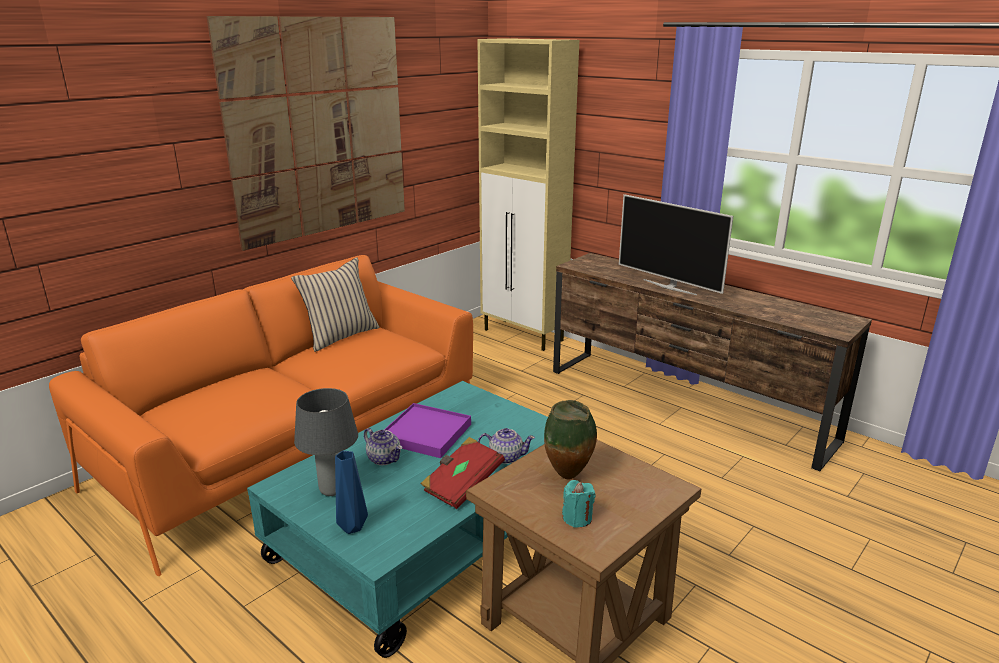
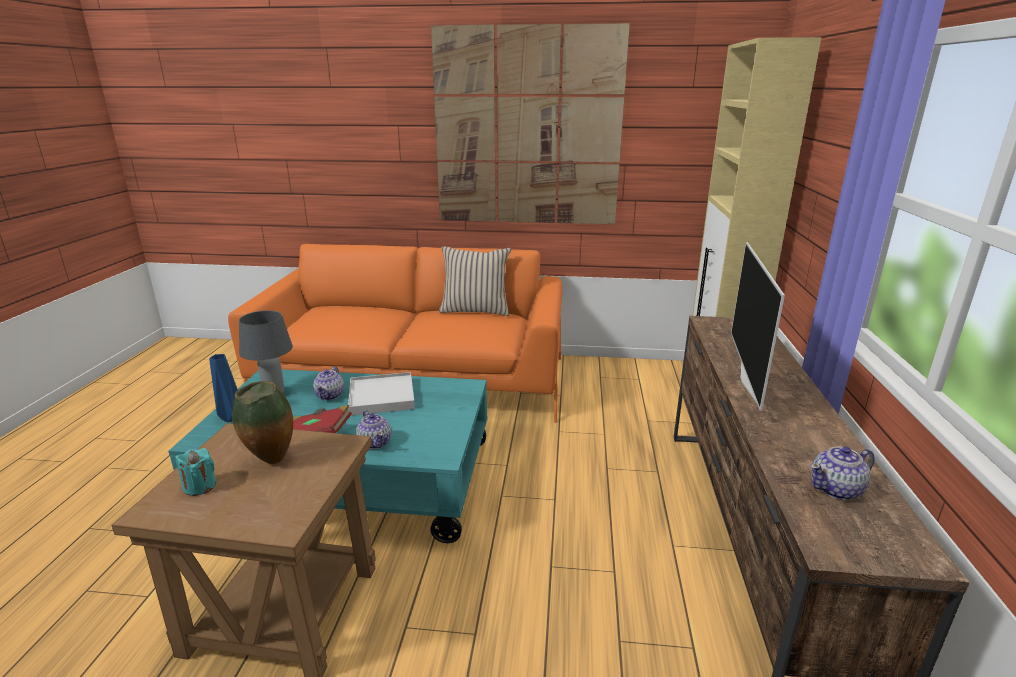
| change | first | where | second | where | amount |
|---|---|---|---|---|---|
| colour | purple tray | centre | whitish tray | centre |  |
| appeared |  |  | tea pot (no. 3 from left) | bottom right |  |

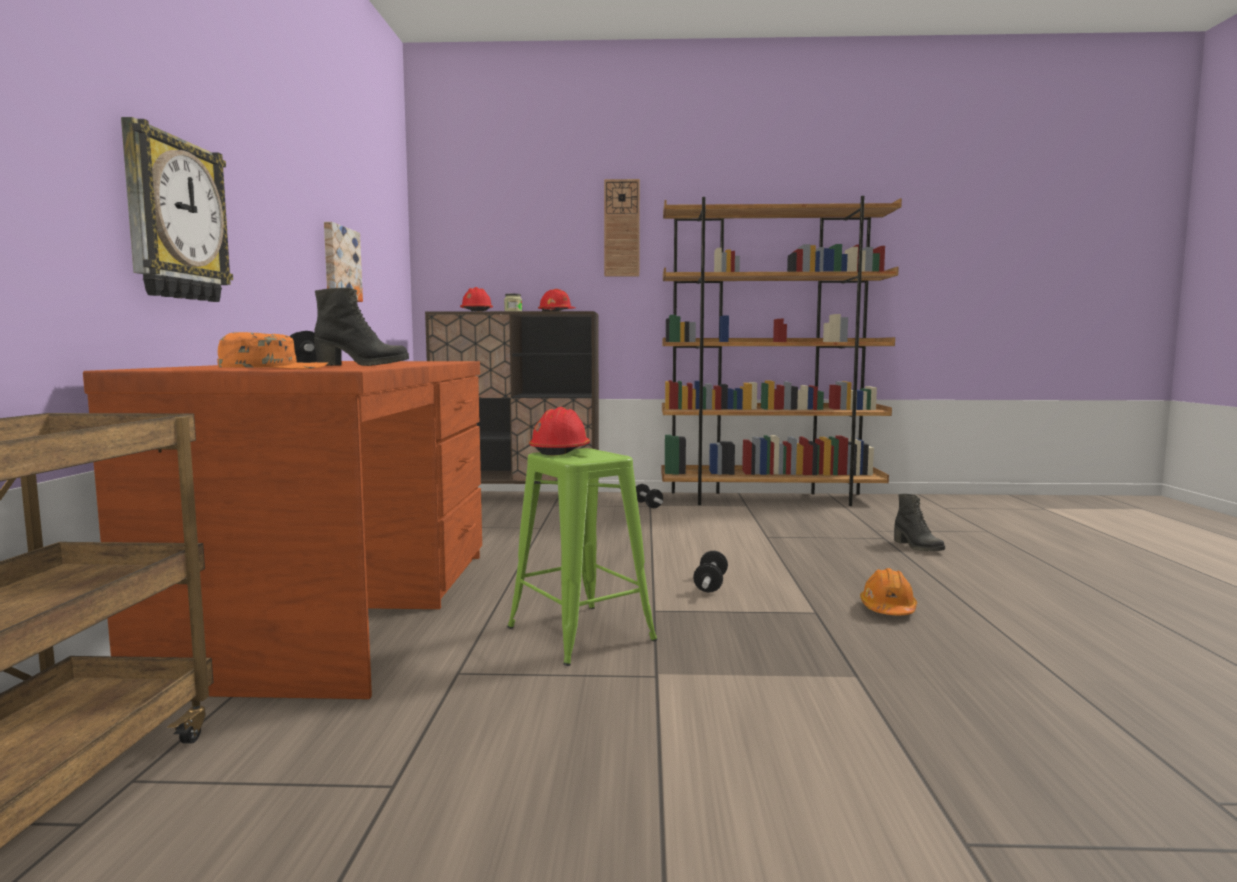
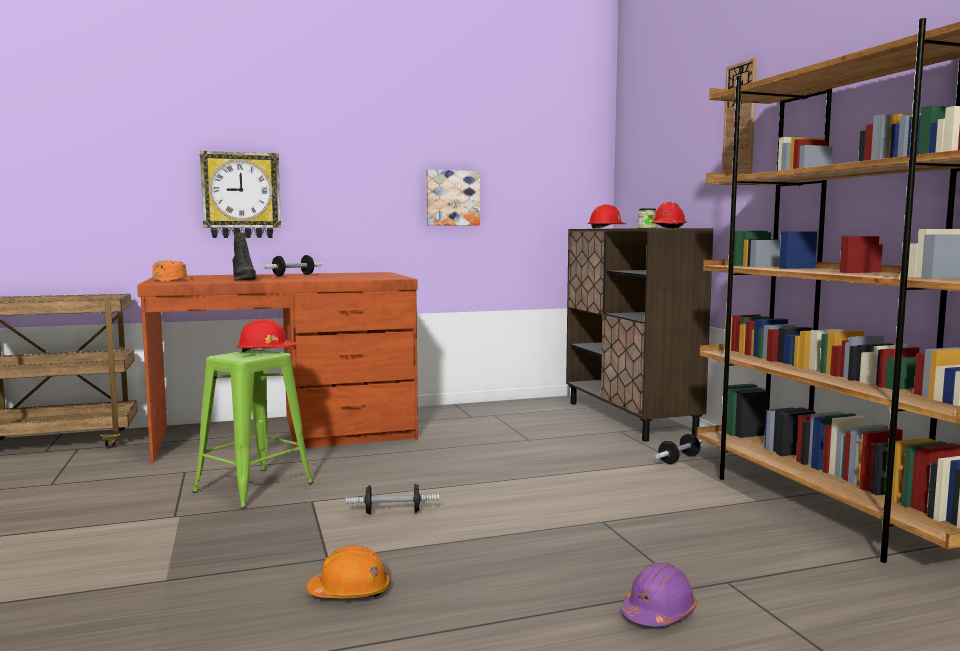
| change | first | where | second | where | amount |
|---|---|---|---|---|---|
| exchanged | black-coloured tall boot (no. 2 from left) | middle right | purple hard hat | bottom right |  |

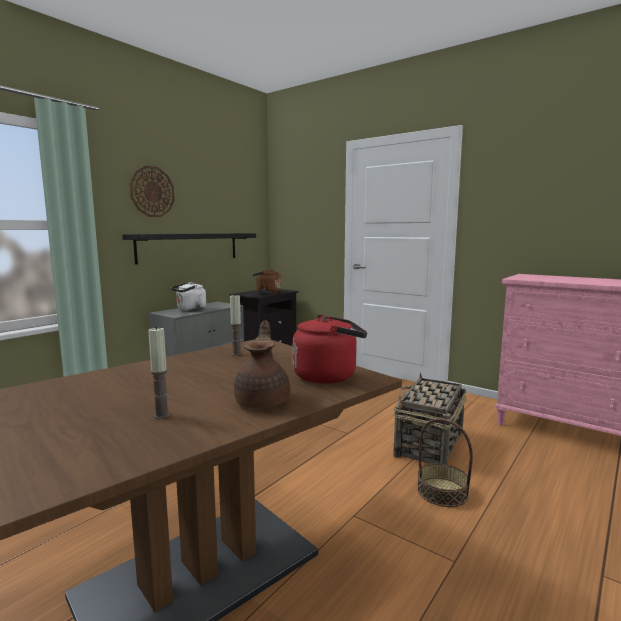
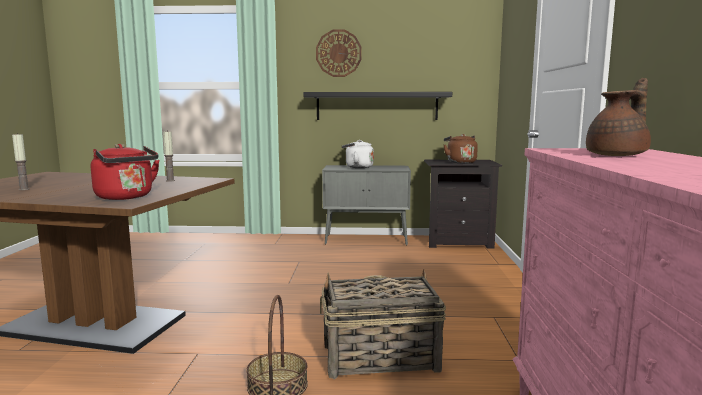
| change | first | where | second | where | amount |
|---|---|---|---|---|---|
| relocated | brownish tea pot | centre |  | top right |  |

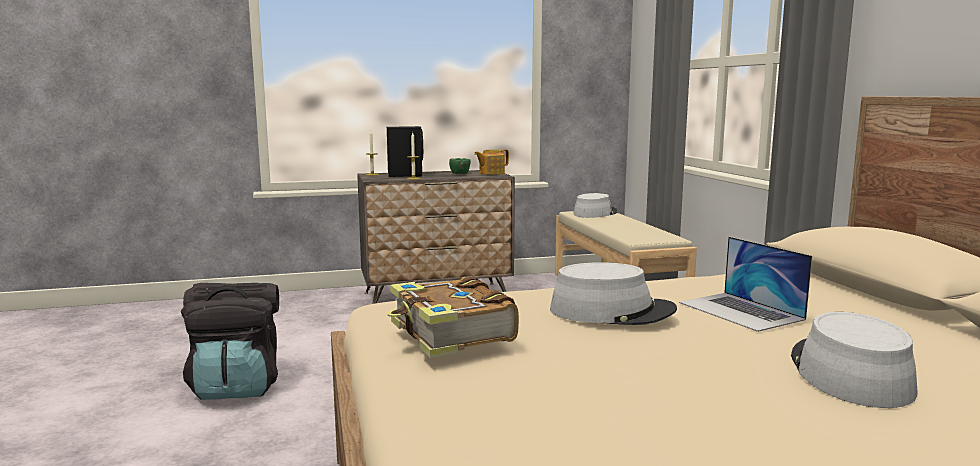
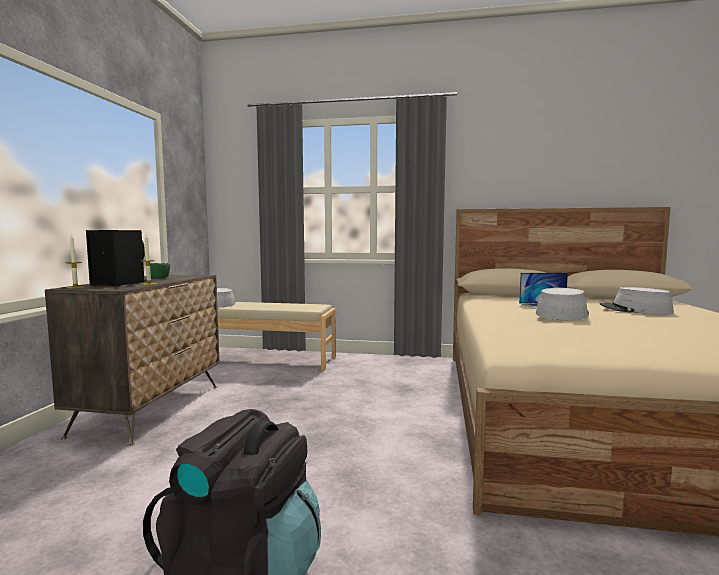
| change | first | where | second | where | amount |
|---|---|---|---|---|---|
| missing | book | bottom centre |  |  |  |
| missing | tea pot | centre |  |  |  |

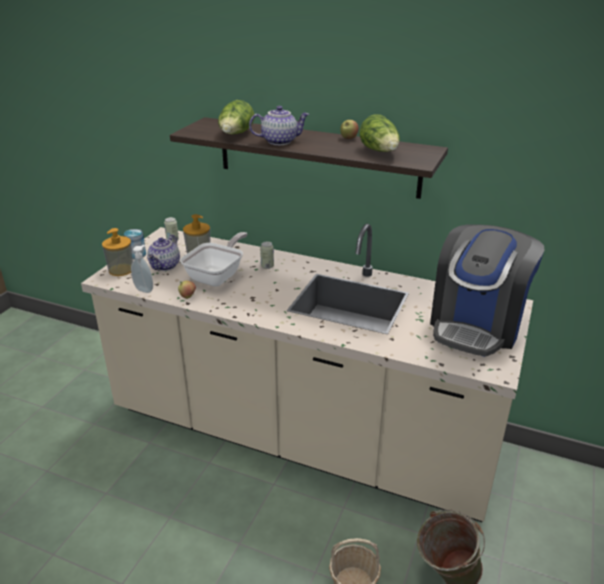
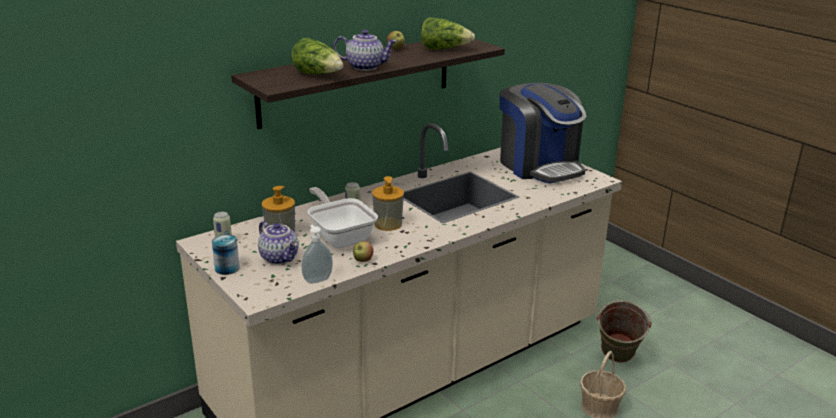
| change | first | where | second | where | amount |
|---|---|---|---|---|---|
| relocated | soap bottle (no. 1 from left in the first image) | middle left | soap bottle (no. 3 from left) | centre |  |
| spun | tea pot (no. 2 from left) | top centre |  | top centre | 75 degrees clockwise |

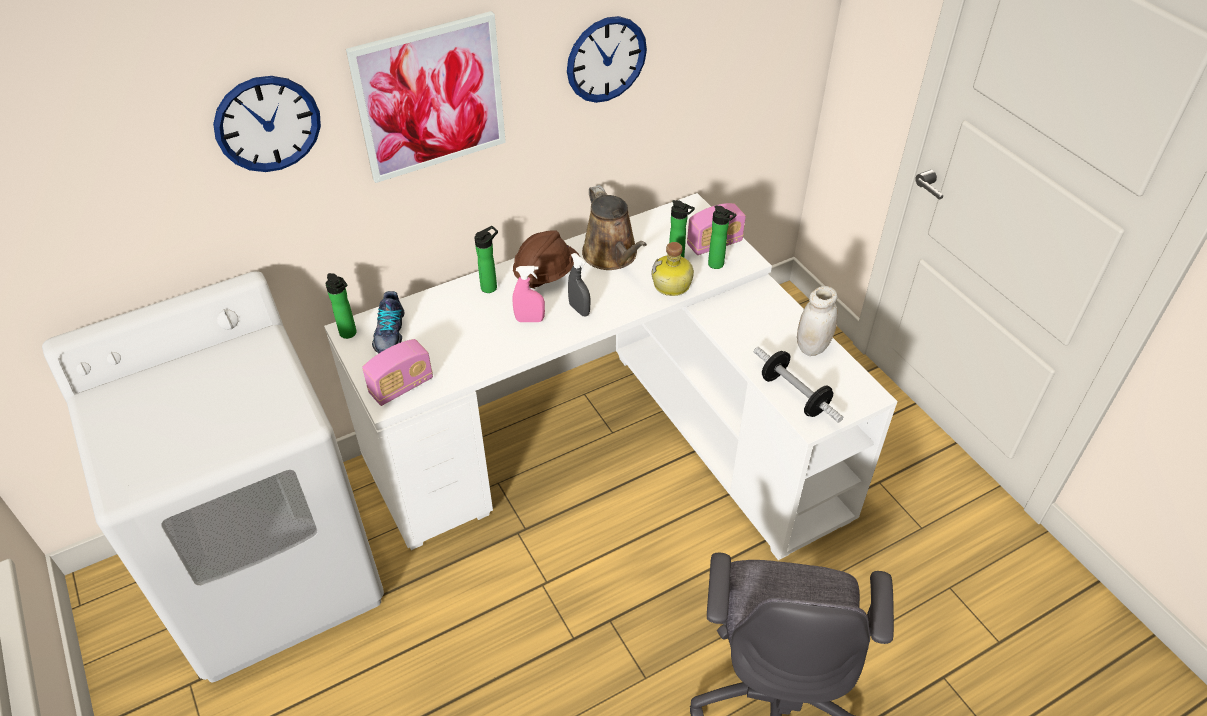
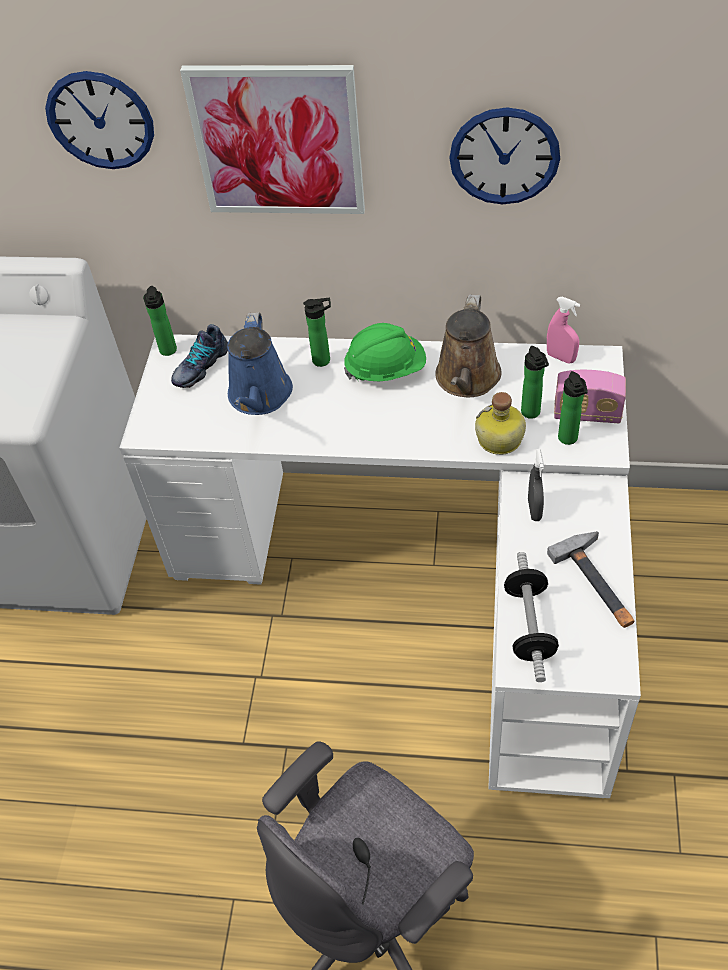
| change | first | where | second | where | amount |
|---|---|---|---|---|---|
| missing | radio (no. 1 from left) | middle left |  |  |  |
| relocated | pinkish spray bottle | centre |  | middle right |  |
| colour | brownish hard hat | centre | green hard hat | centre |  |
| relocated | greyish spray bottle | centre |  | middle right |  |
| exchanged | whitish storage jar | middle right | hand hammer | middle right |  |
| appeared |  |  | blue-coloured sprinkling can | centre |  |

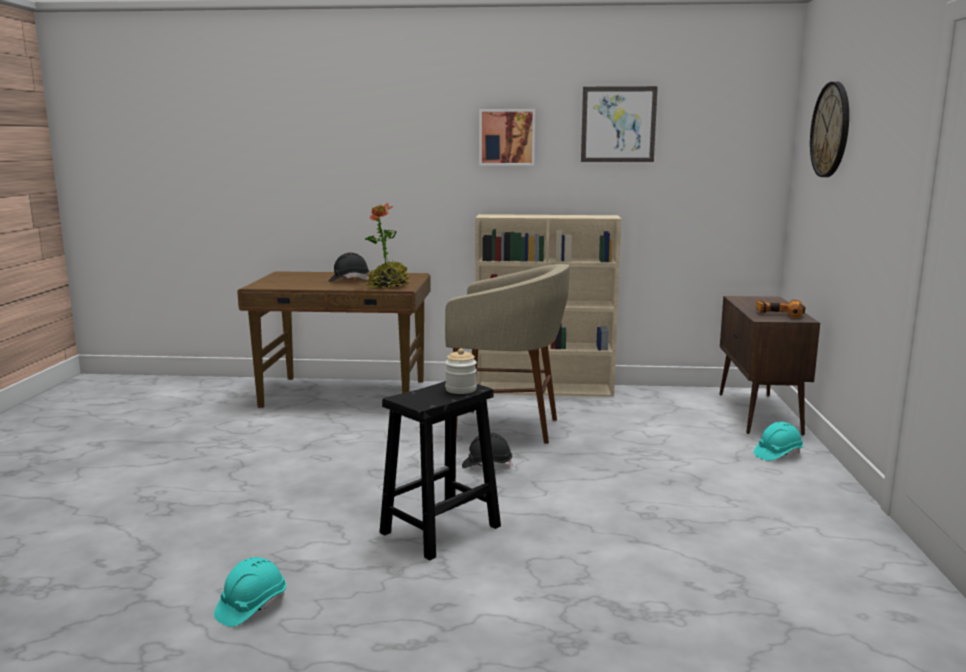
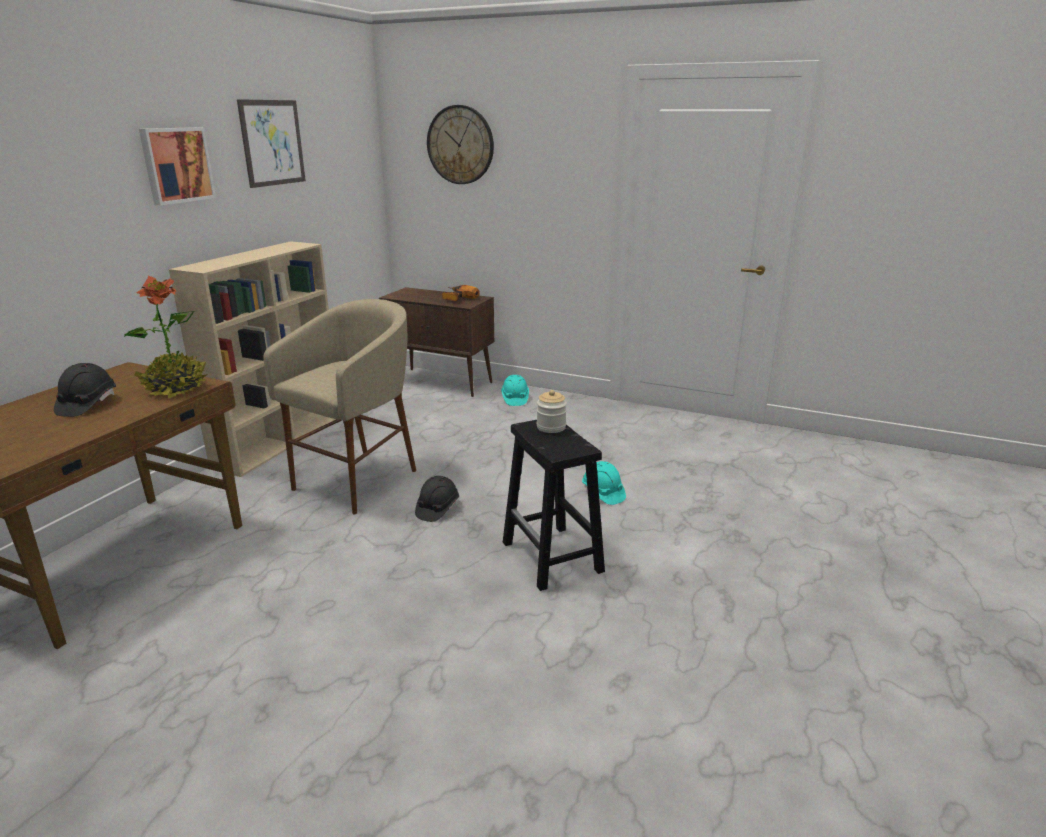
| change | first | where | second | where | amount |
|---|---|---|---|---|---|
| relocated | turquoise hard hat (no. 1 from left in the first image) | bottom left | turquoise hard hat (no. 2 from left) | centre |  |

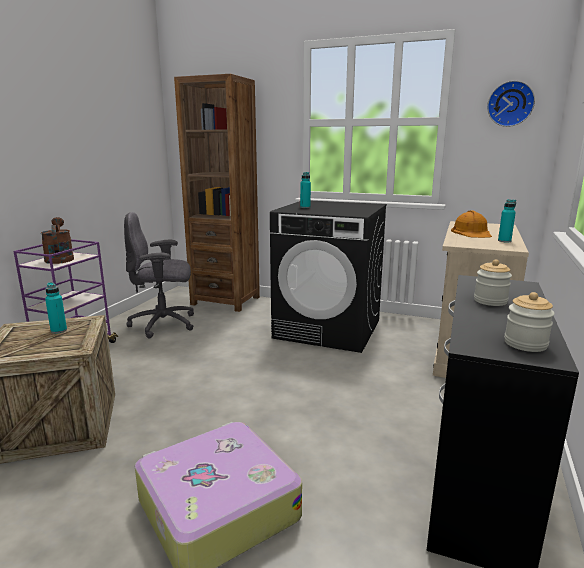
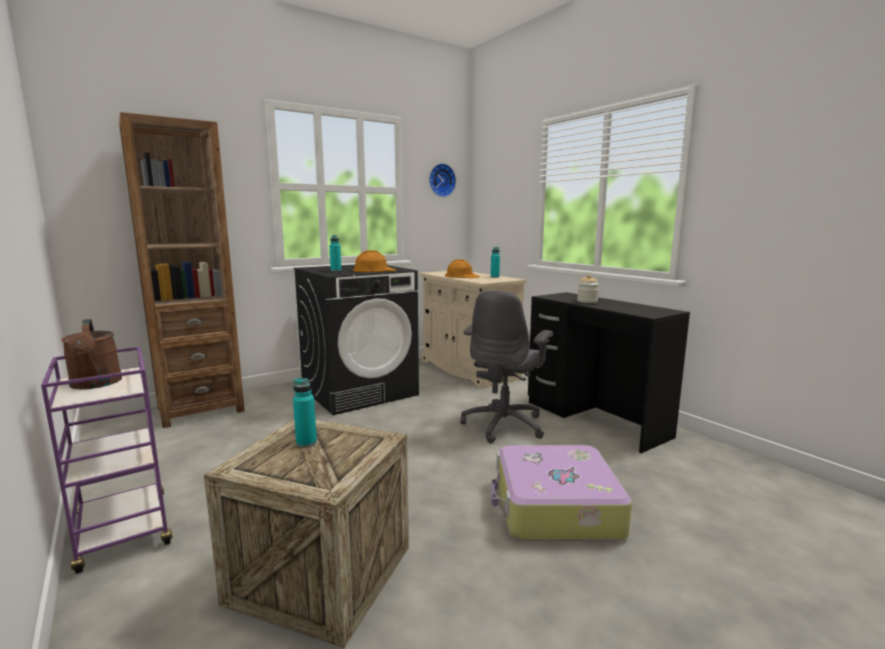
| change | first | where | second | where | amount |
|---|---|---|---|---|---|
| spun | brownish sprinkling can | middle left |  | middle left | 135 degrees counterclockwise |
| relocated | greyish computer chair | middle left |  | centre |  |
| missing | storage jar (no. 2 from left) | middle right |  |  |  |
| appeared |  |  | orange-coloured hard hat (no. 1 from left) | centre |  |

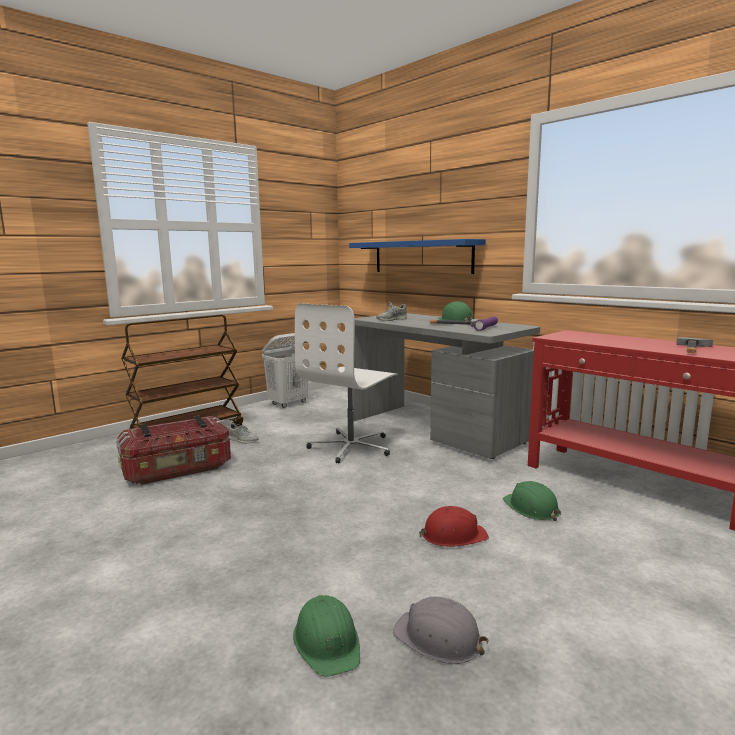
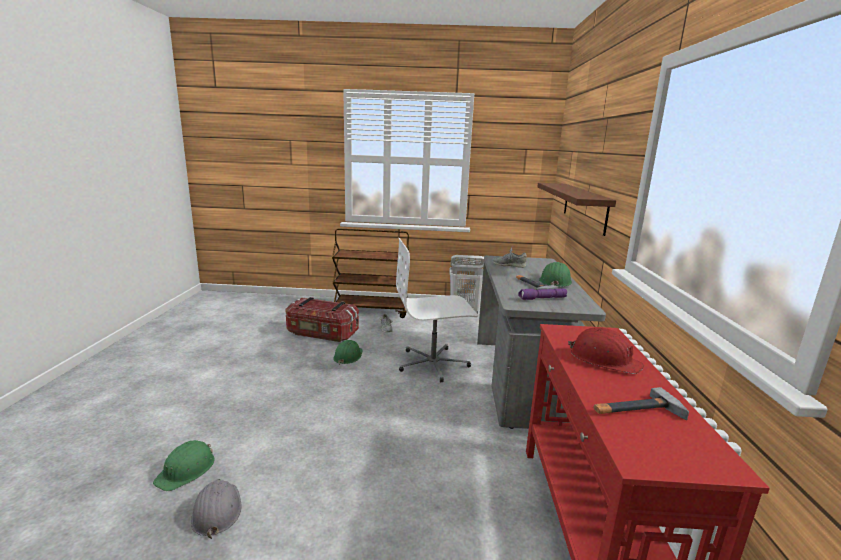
| change | first | where | second | where | amount |
|---|---|---|---|---|---|
| colour | blue-coloured wall shelf | centre | brownish wall shelf | middle right |  |
| relocated | red-coloured hard hat | bottom centre |  | middle right |  |
| relocated | green hard hat (no. 3 from left in the first image) | bottom right | green hard hat (no. 2 from left) | centre |  |

